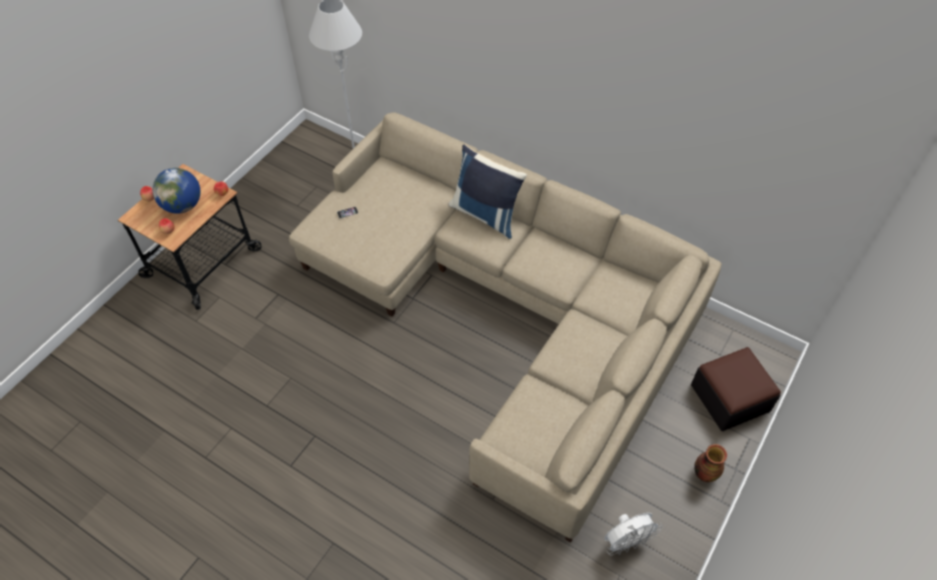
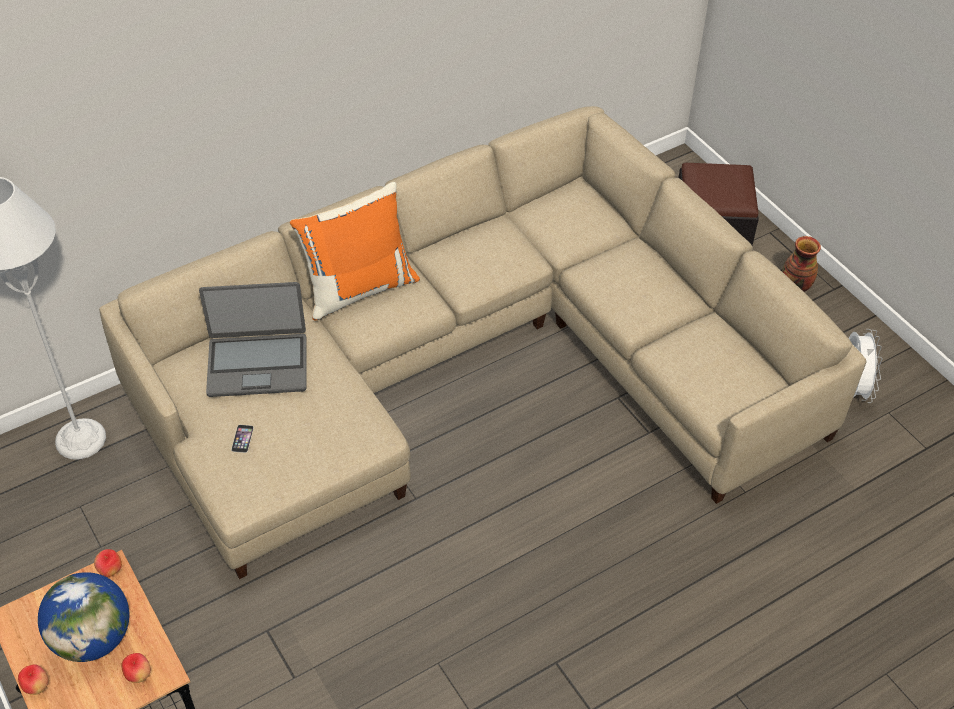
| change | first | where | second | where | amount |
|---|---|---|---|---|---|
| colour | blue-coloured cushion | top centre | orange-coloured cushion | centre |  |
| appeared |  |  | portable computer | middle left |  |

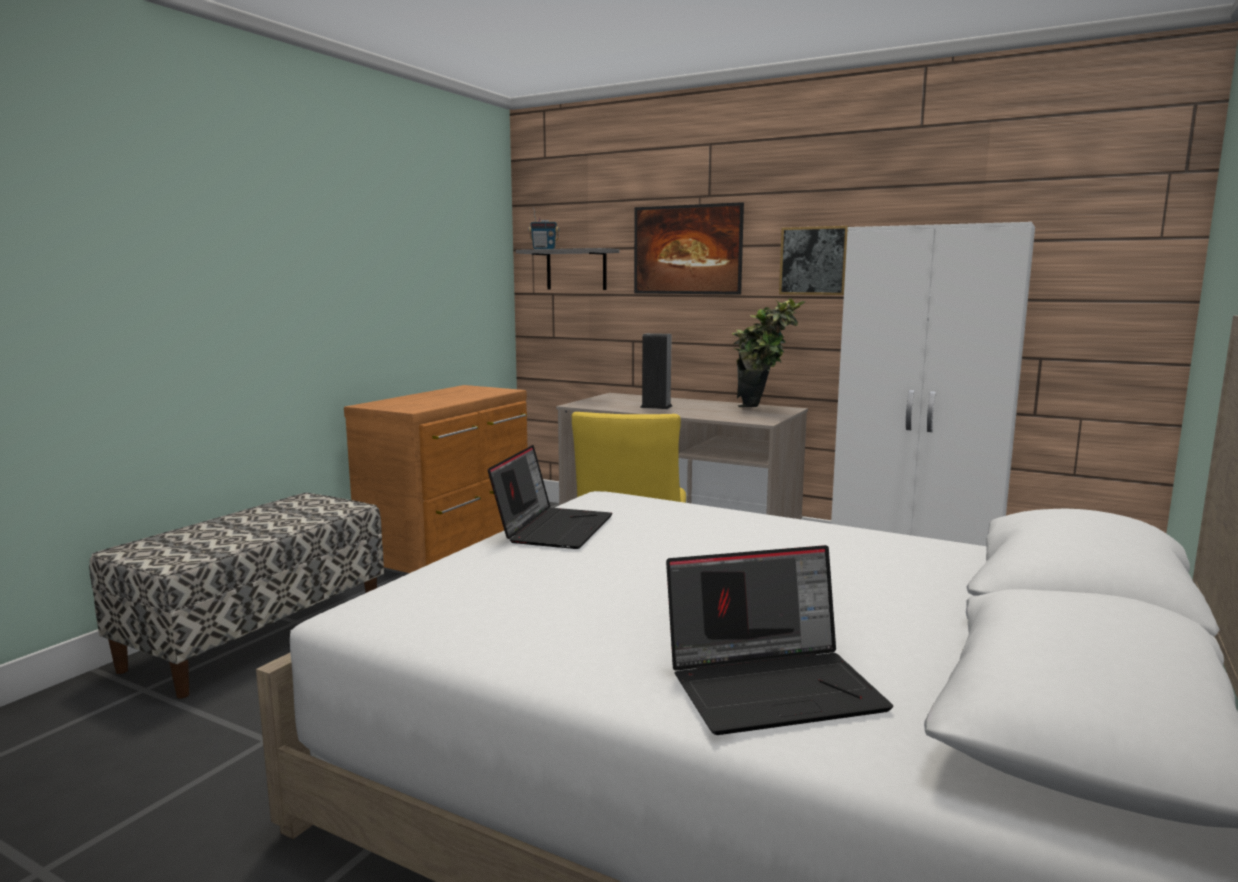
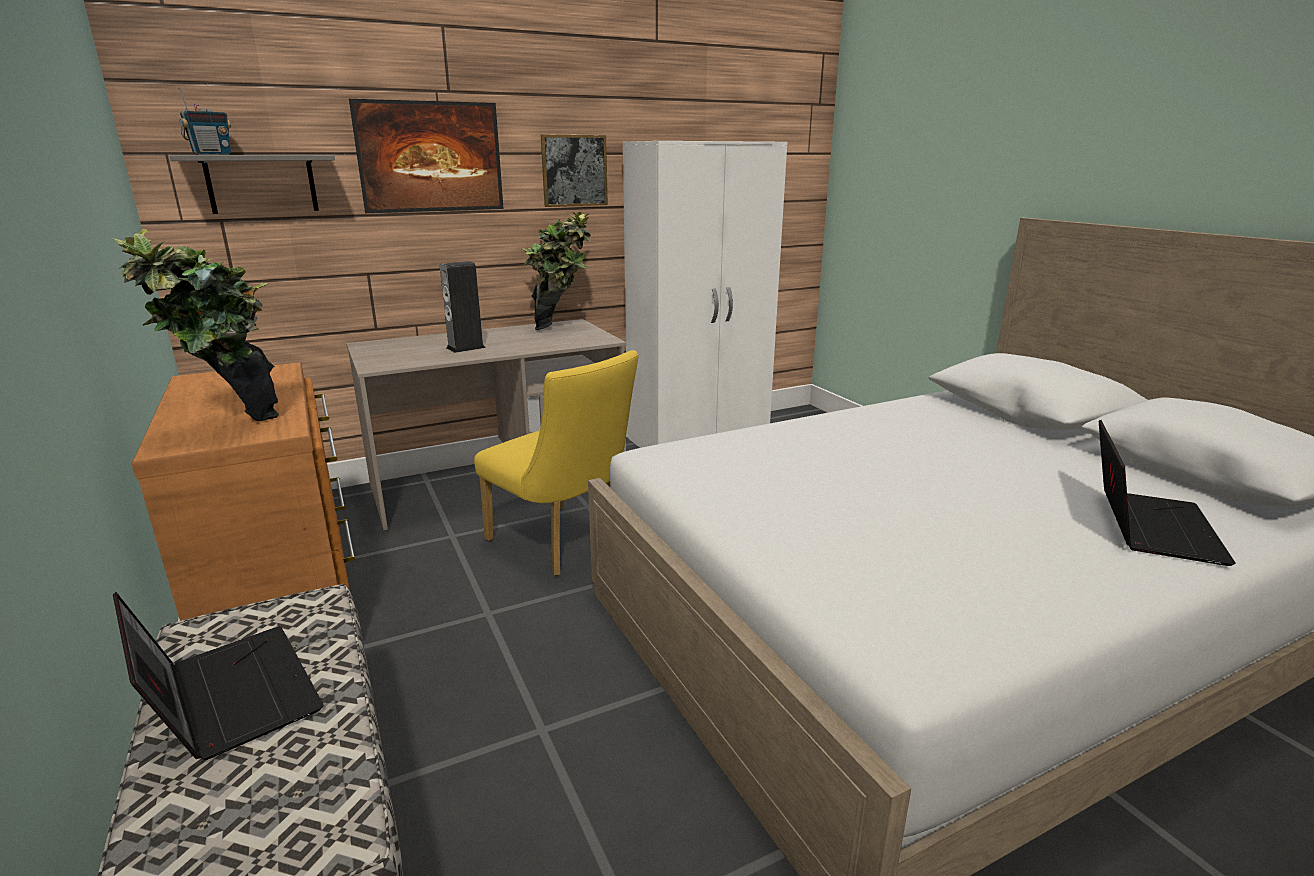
| change | first | where | second | where | amount |
|---|---|---|---|---|---|
| relocated | portable computer (no. 1 from left) | centre |  | bottom left |  |
| appeared |  |  | plant in a pot (no. 1 from left) | middle left |  |

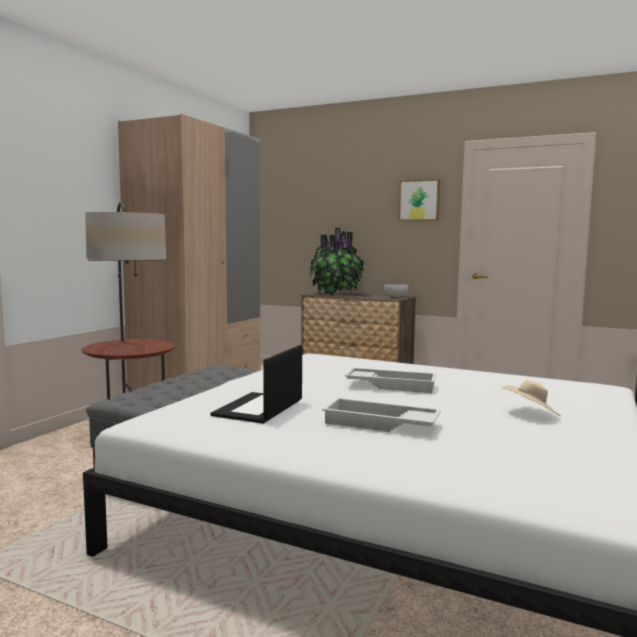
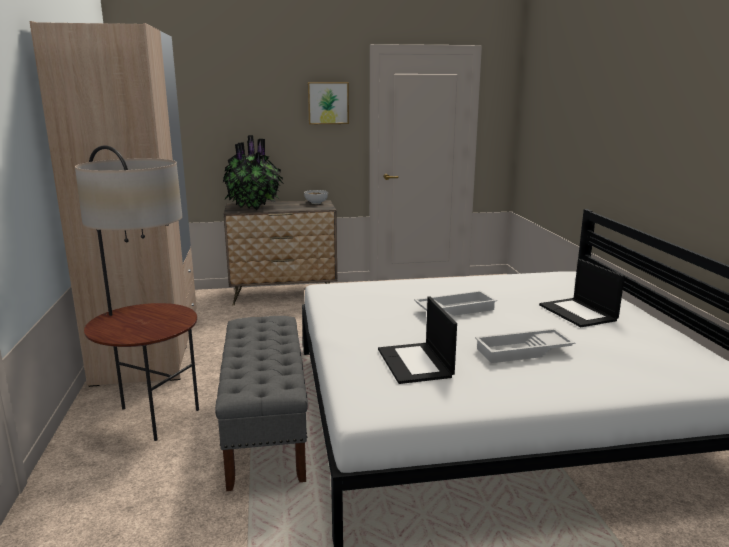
| change | first | where | second | where | amount |
|---|---|---|---|---|---|
| exchanged | beige-coloured hat | middle right | portable computer (no. 2 from left) | middle right |  |

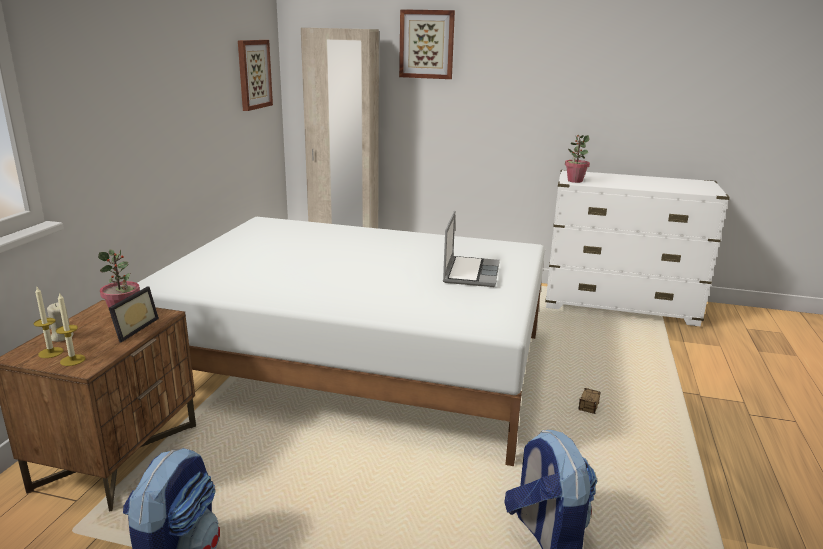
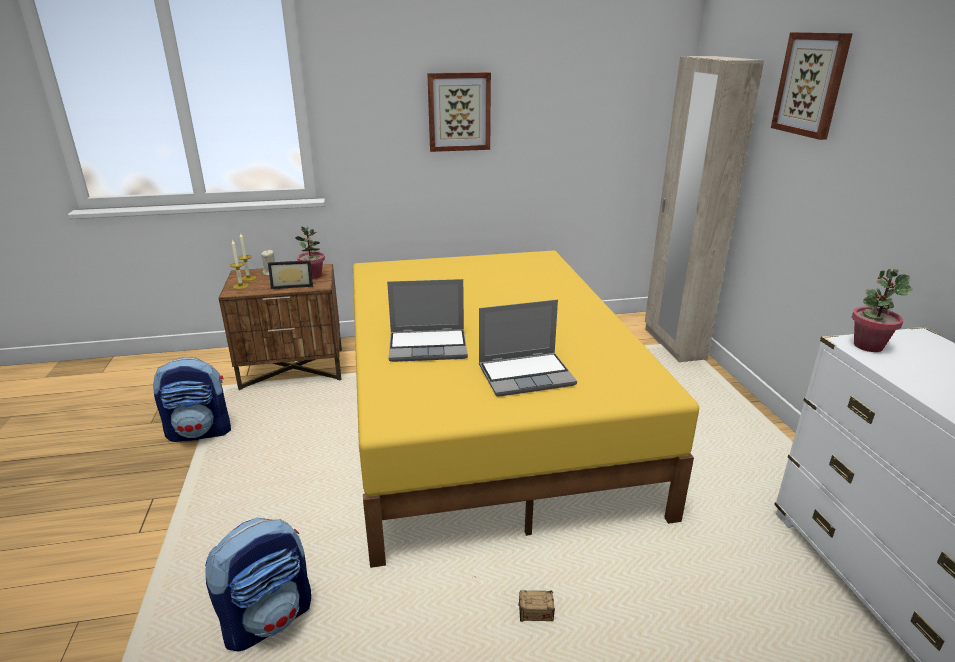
| change | first | where | second | where | amount |
|---|---|---|---|---|---|
| colour | whitish bed | centre | yellowish bed | centre |  |
| relocated | wall picture (no. 1 from left) | top left |  | top centre |  |
| appeared |  |  | portable computer (no. 1 from left) | centre |  |

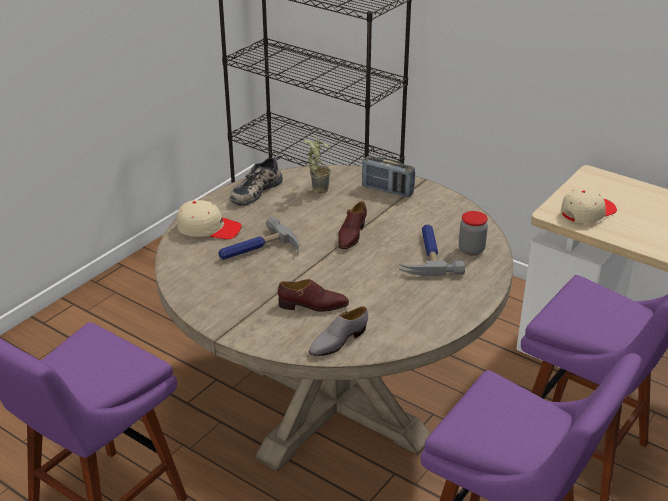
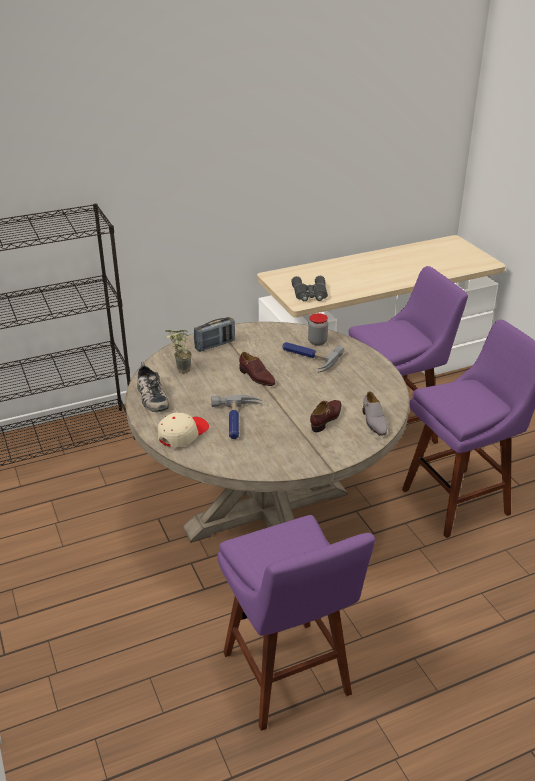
| change | first | where | second | where | amount |
|---|---|---|---|---|---|
| exchanged | beige-coloured cap (no. 2 from left) | middle right | greyish pair of binoculars | centre |  |

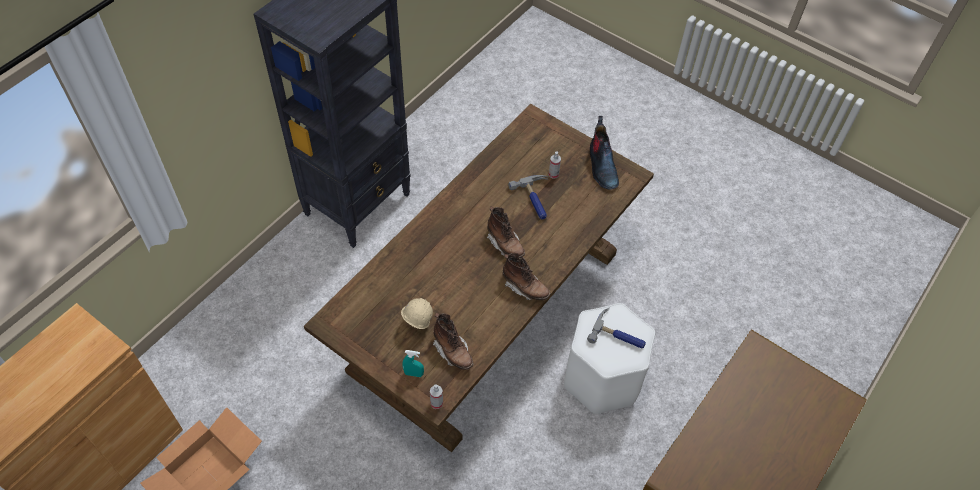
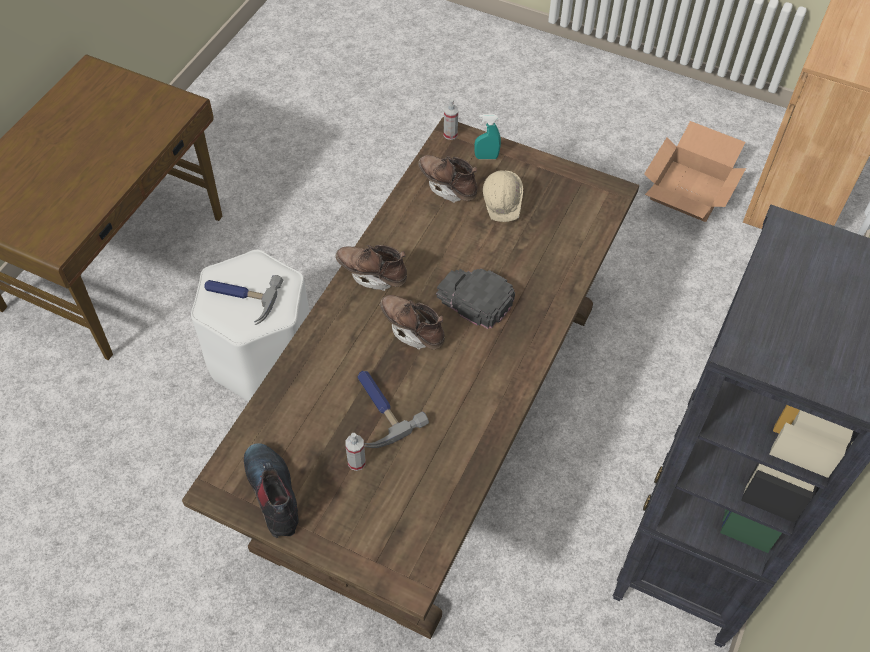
| change | first | where | second | where | amount |
|---|---|---|---|---|---|
| appeared |  |  | black-coloured cap | centre |  |

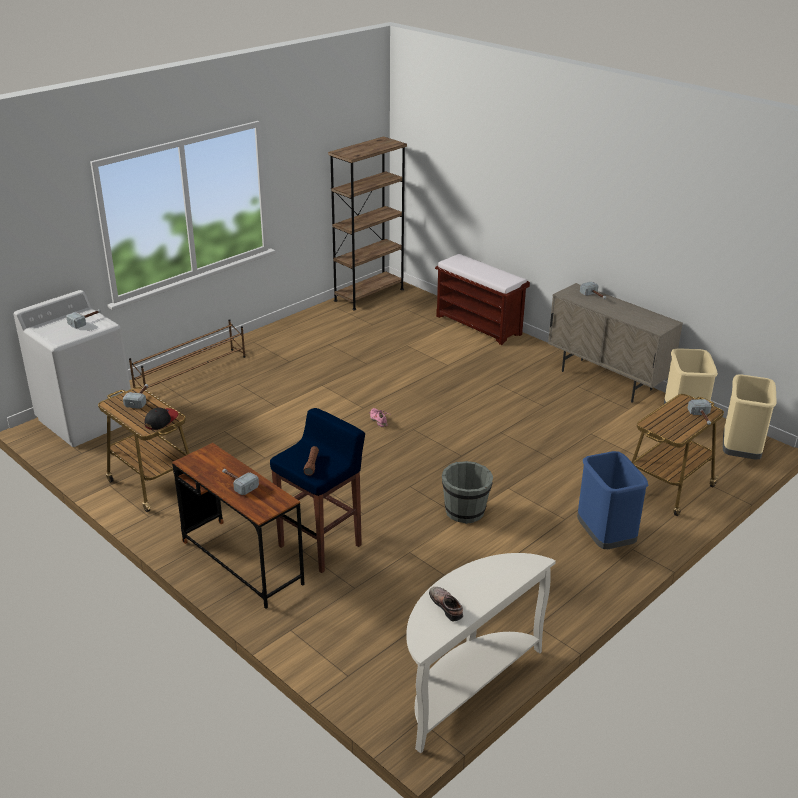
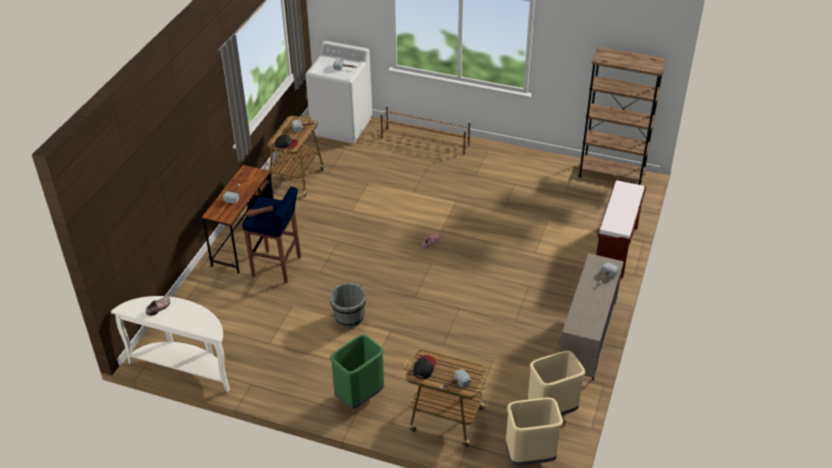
| change | first | where | second | where | amount |
|---|---|---|---|---|---|
| colour | blue-coloured trash can | middle right | green trash can | bottom centre |  |
| appeared |  |  | cap (no. 2 from left) | bottom centre |  |

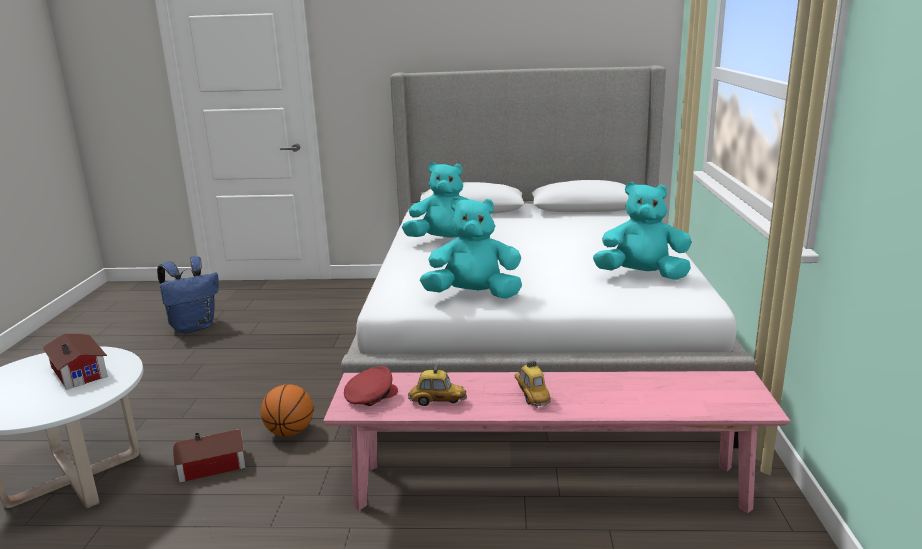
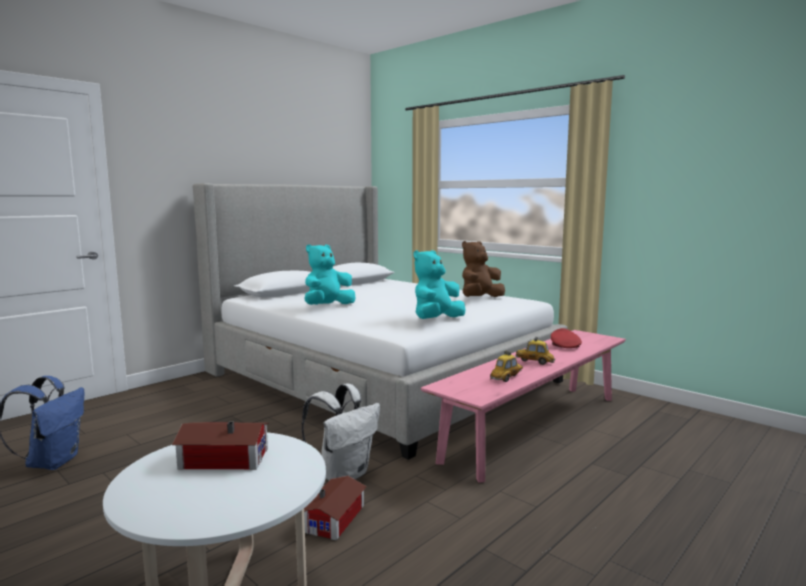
| change | first | where | second | where | amount |
|---|---|---|---|---|---|
| exchanged | basketball ball | bottom left | whitish knapsack | bottom centre |  |
| relocated | red-coloured cap | bottom centre |  | middle right |  |
| colour | turquoise soft toy (no. 3 from left) | middle right | brownish soft toy | centre |  |

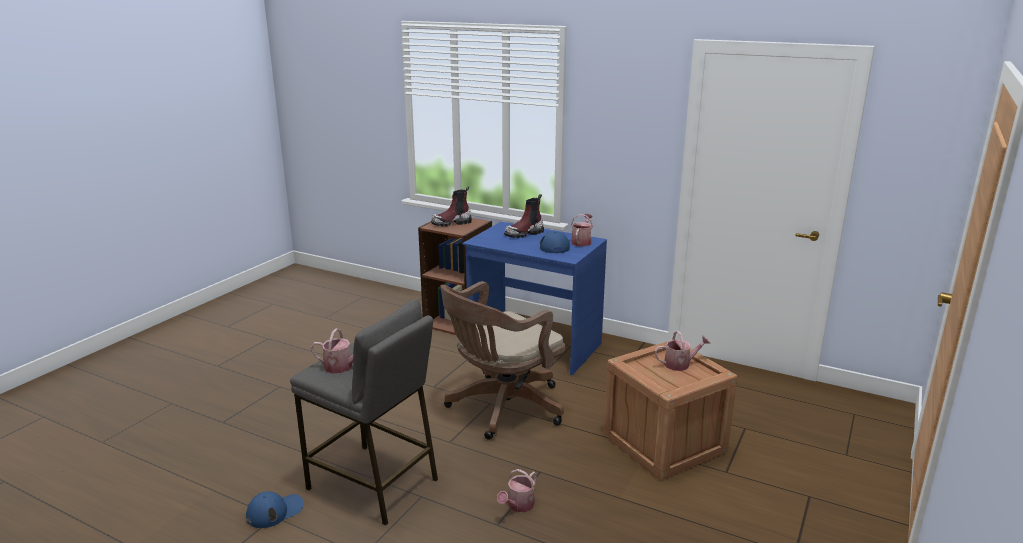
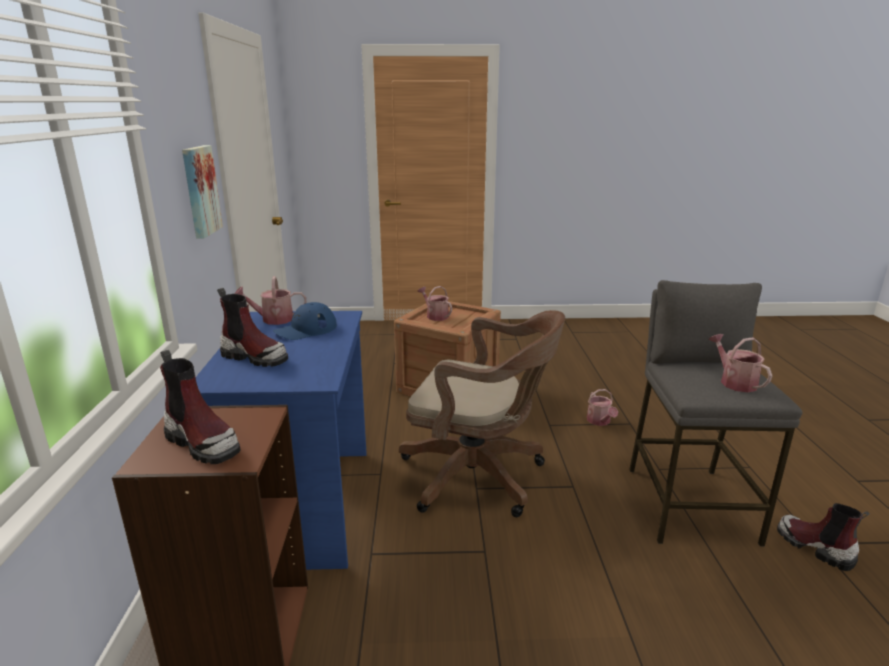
| change | first | where | second | where | amount |
|---|---|---|---|---|---|
| exchanged | blue-coloured cap (no. 1 from left) | bottom left | tall boot (no. 3 from left) | bottom right |  |
| spun | sprinkling can (no. 2 from left in the first image) | bottom centre | sprinkling can (no. 3 from left) | middle right | 75 degrees clockwise |
| appeared |  |  | wall picture | top left |  |

